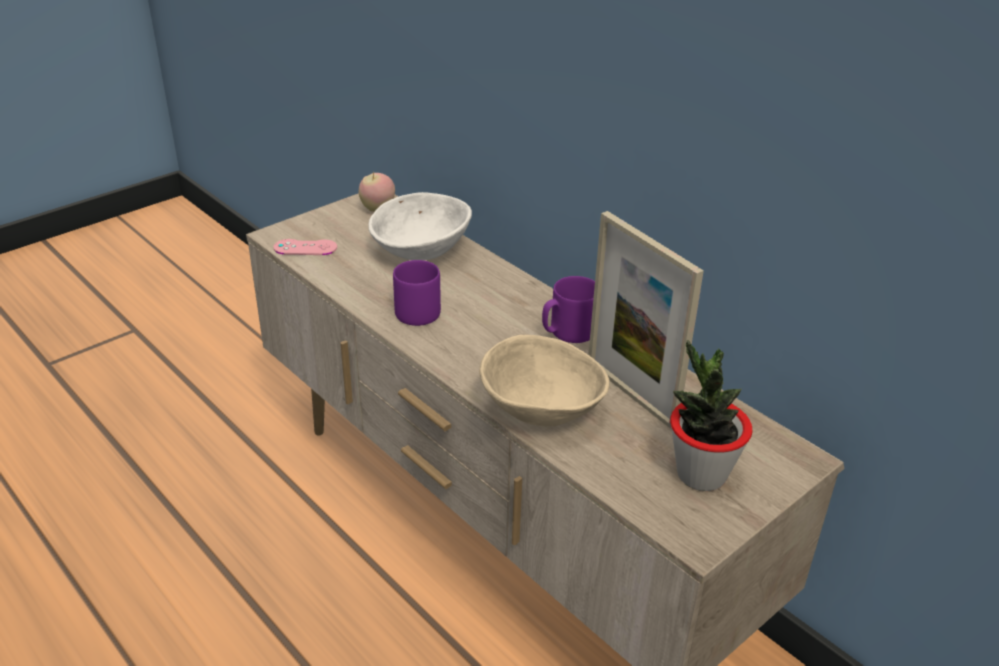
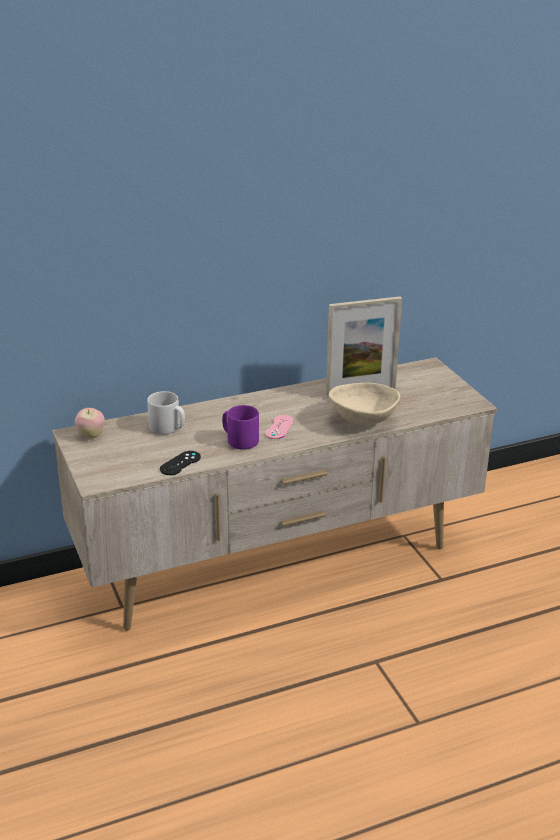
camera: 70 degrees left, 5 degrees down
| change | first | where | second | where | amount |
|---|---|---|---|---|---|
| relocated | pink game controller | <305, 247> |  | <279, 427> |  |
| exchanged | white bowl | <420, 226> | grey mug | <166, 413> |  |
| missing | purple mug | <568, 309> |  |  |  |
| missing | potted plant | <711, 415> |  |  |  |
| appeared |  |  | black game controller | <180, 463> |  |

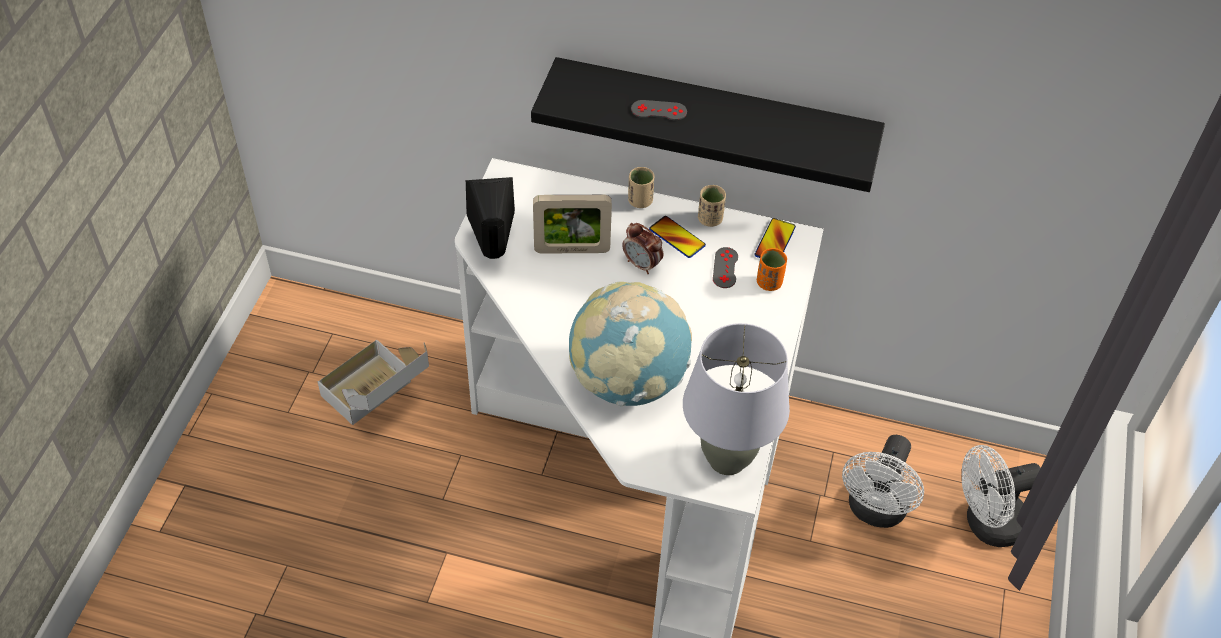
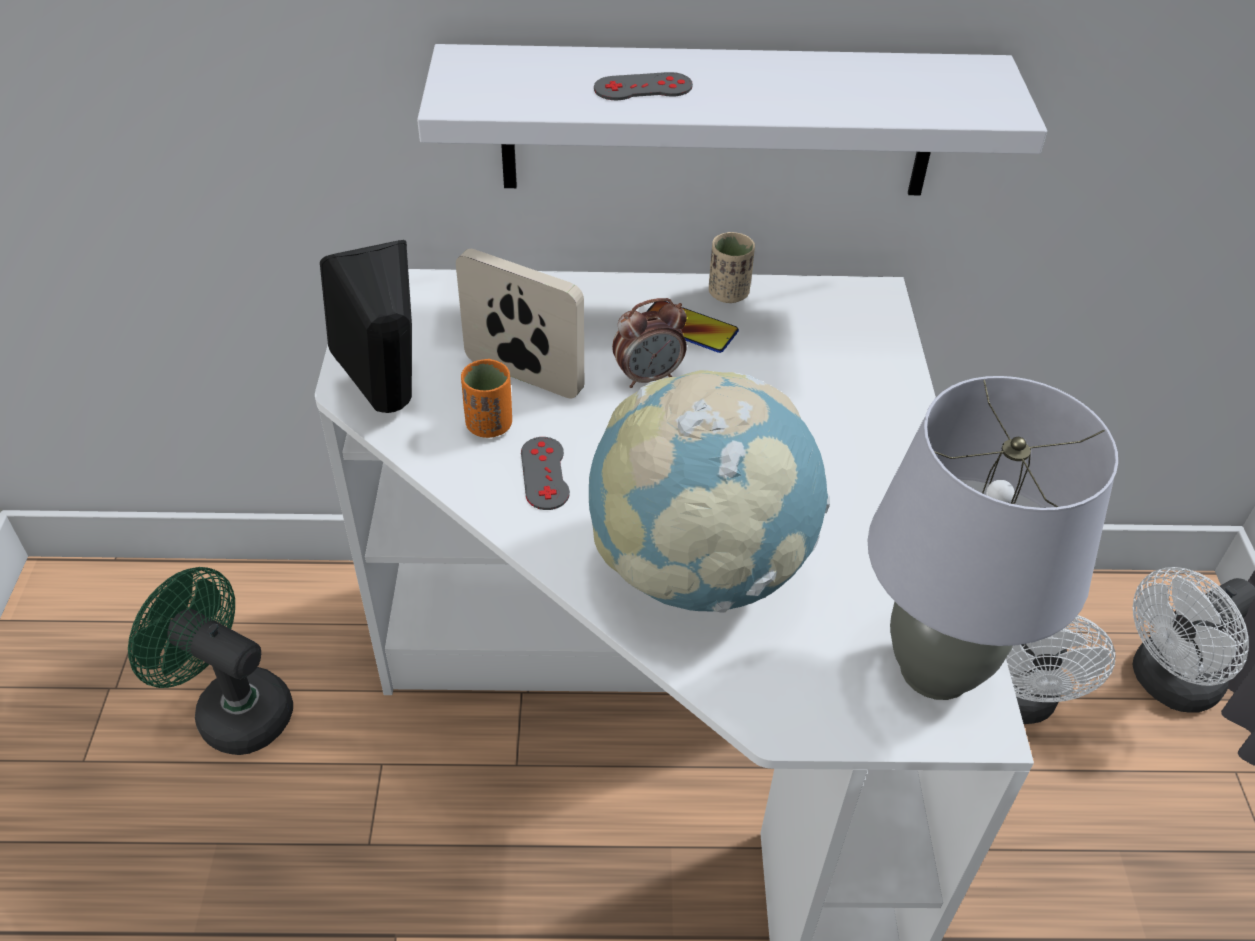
camera: 15 degrees left, 5 degrees down
| change | first | where | second | where | amount |
|---|---|---|---|---|---|
| exchanged | cardboard box | <373, 382> | green fan | <210, 661> |  |
| colour | black shelf | <708, 124> | white shelf | <732, 119> |  |
| spun | picture frame | <572, 224> |  | <520, 323> | 135 degrees counterclockwise |
| spun | alarm clock | <642, 248> |  | <649, 343> | 45 degrees counterclockwise |
| missing | beige cup | <641, 187> |  |  |  |
| relocated | grey game controller | <725, 267> |  | <545, 473> |  |
| missing | phone | <775, 238> |  |  |  |
| relocated | orange cup | <772, 269> |  | <486, 398> |  |

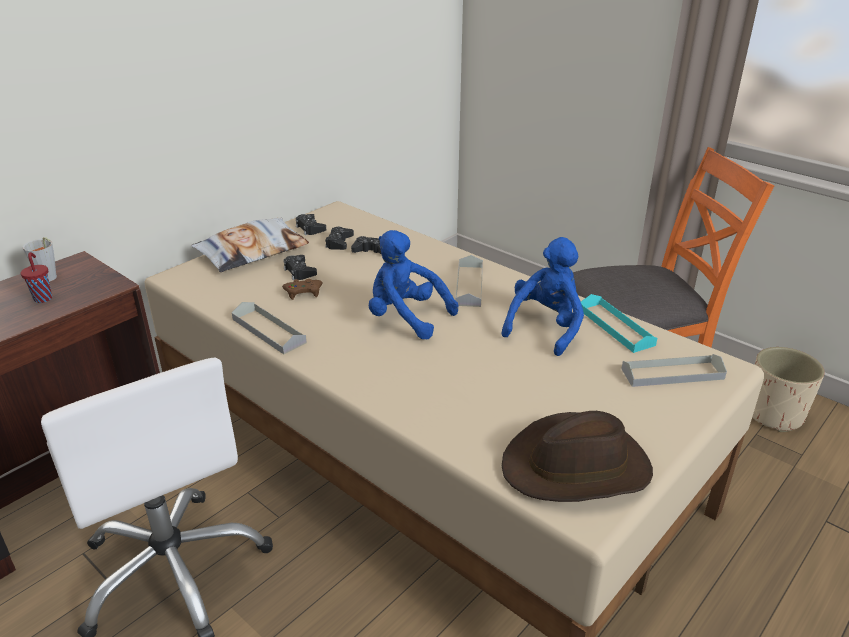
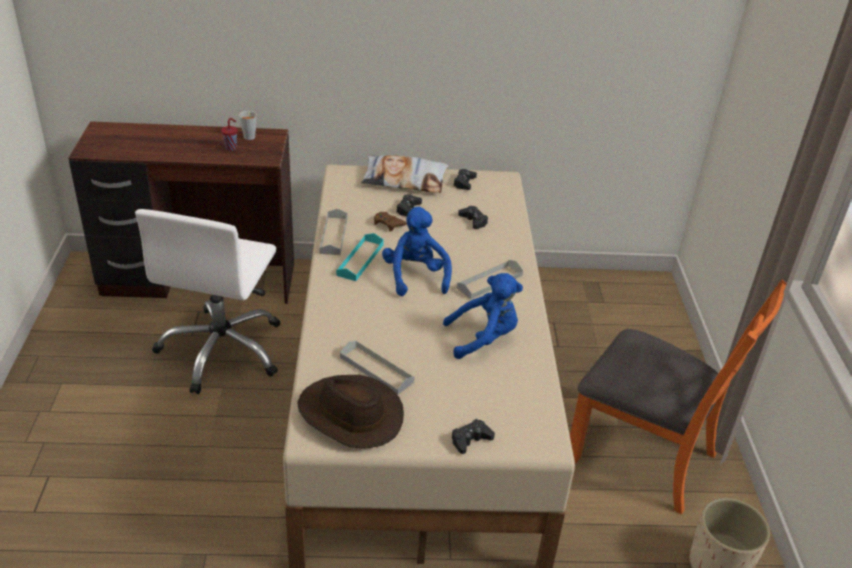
camera: 45 degrees right, 5 degrees up
| change | first | where | second | where | amount |
|---|---|---|---|---|---|
| relocated | black game controller | <339, 238> |  | <473, 436> |  |
| relocated | turquoise tray | <619, 323> |  | <360, 257> |  |
| relocated | grey tray | <674, 370> |  | <377, 367> |  |

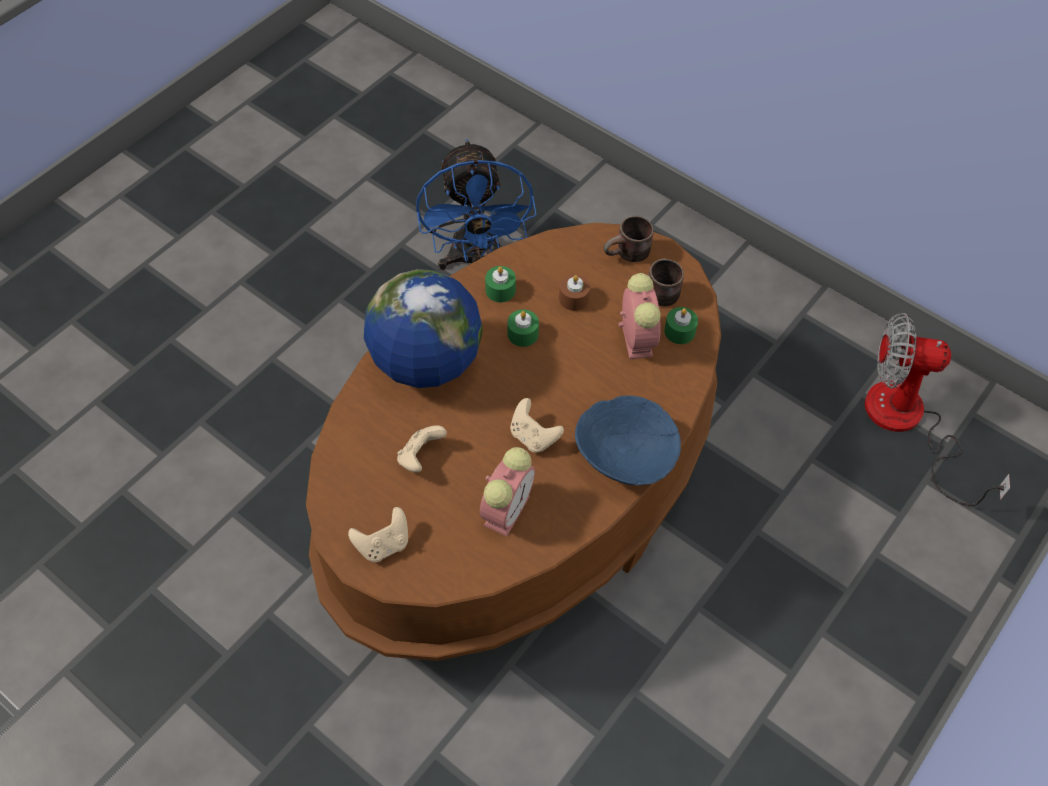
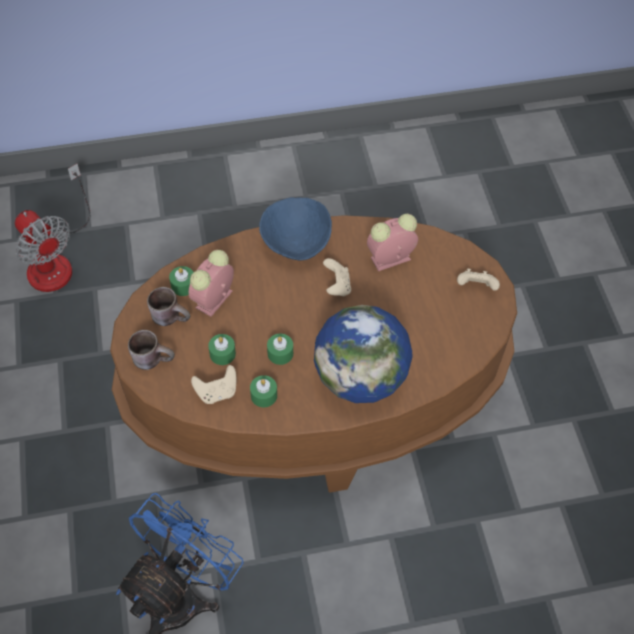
camera: 140 degrees left, 0 degrees up
| change | first | where | second | where | amount |
|---|---|---|---|---|---|
| relocated | beige game controller | <422, 448> |  | <213, 384> |  |
| colour | brown candle | <574, 292> | green candle | <222, 349> |  |

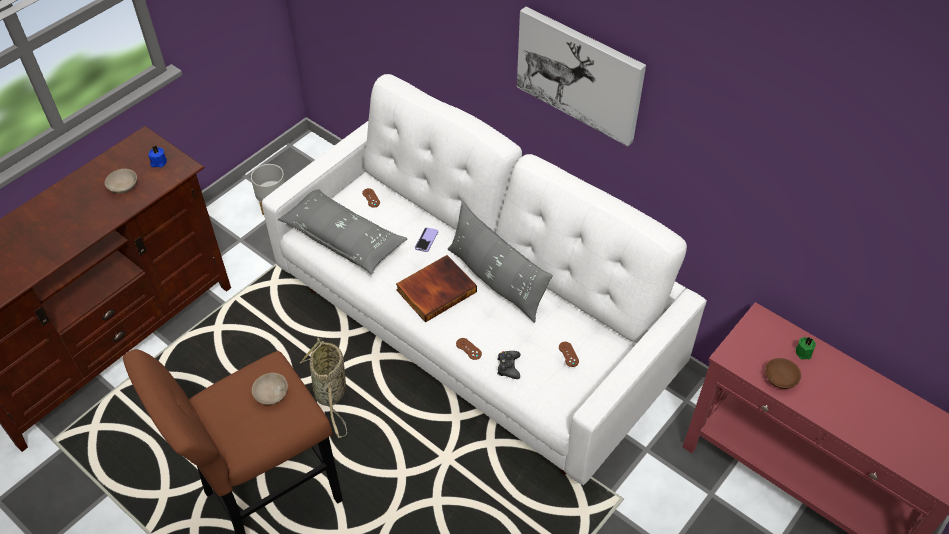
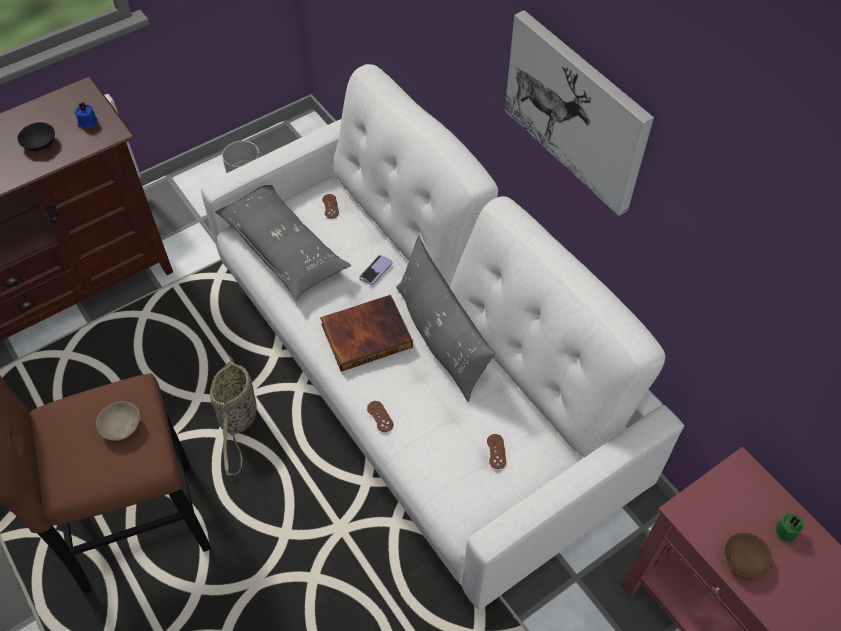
camera: 15 degrees right, 5 degrees up
| change | first | where | second | where | amount |
|---|---|---|---|---|---|
| colour | beige bowl | <121, 181> | black bowl | <36, 136> |  |
| missing | black game controller | <508, 365> |  |  |  |

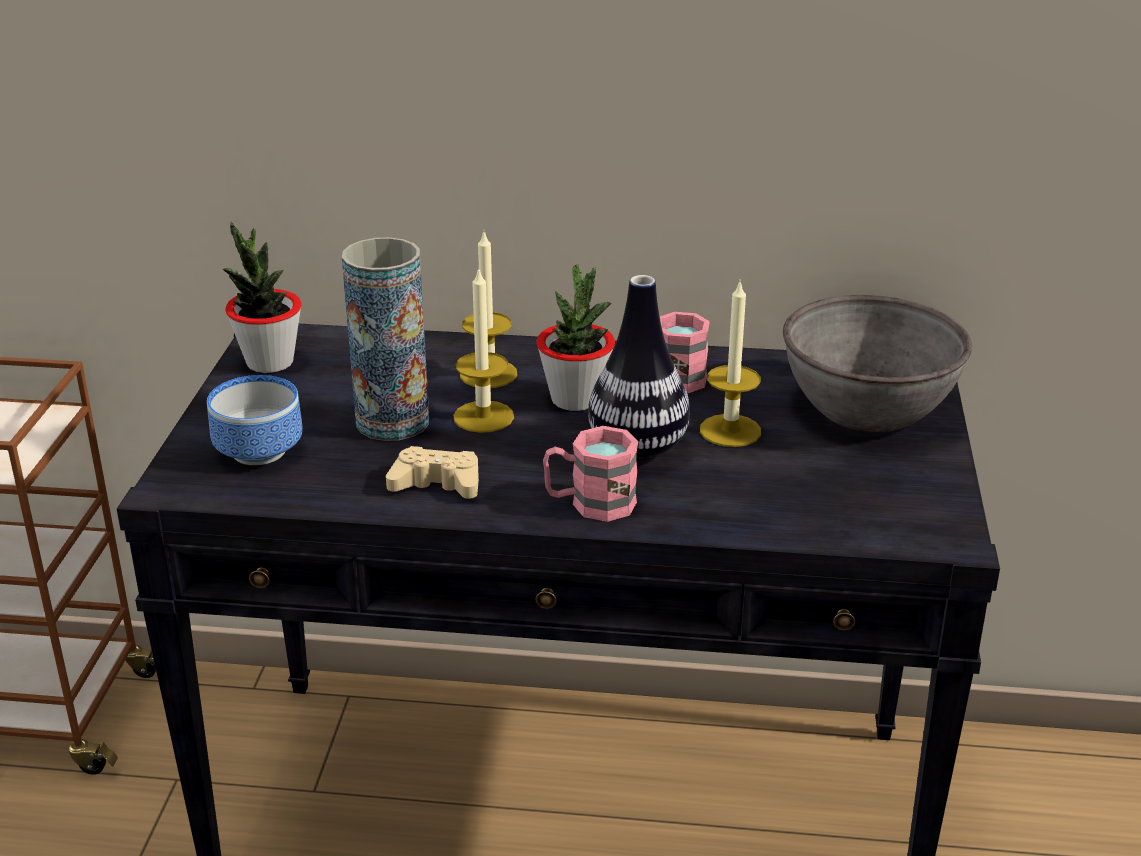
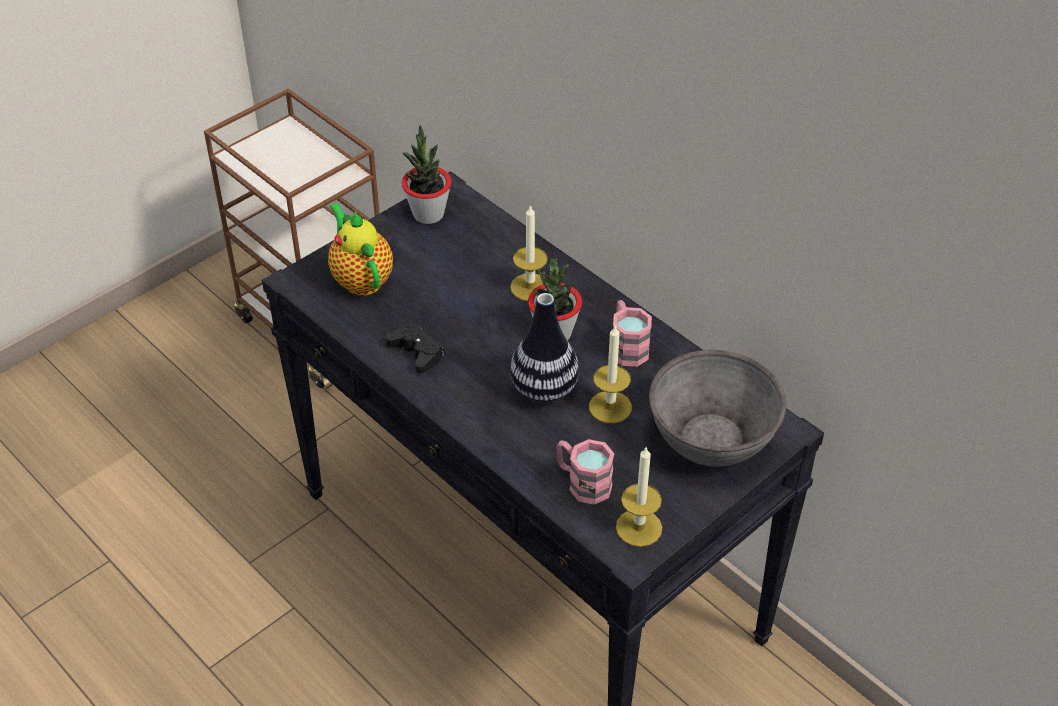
camera: 40 degrees right, 15 degrees up
| change | first | where | second | where | amount |
|---|---|---|---|---|---|
| exchanged | bowl | <255, 420> | teapot | <360, 249> |  |
| missing | vase | <385, 339> |  |  |  |
| colour | beige game controller | <432, 472> | black game controller | <415, 347> |  |
| relocated | candle | <484, 350> |  | <639, 496> |  |
| relocated | pink mug | <590, 474> |  | <585, 472> |  |

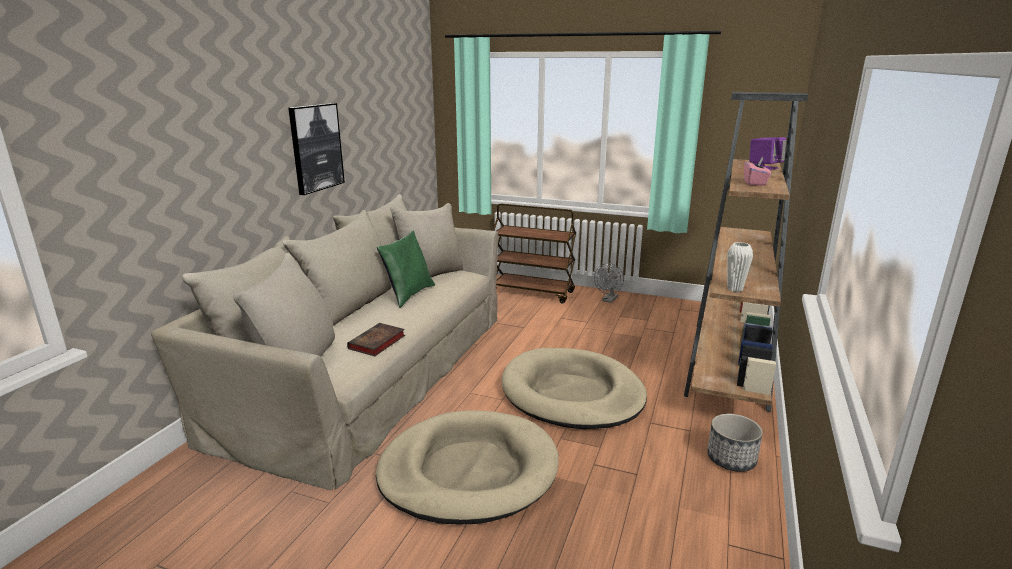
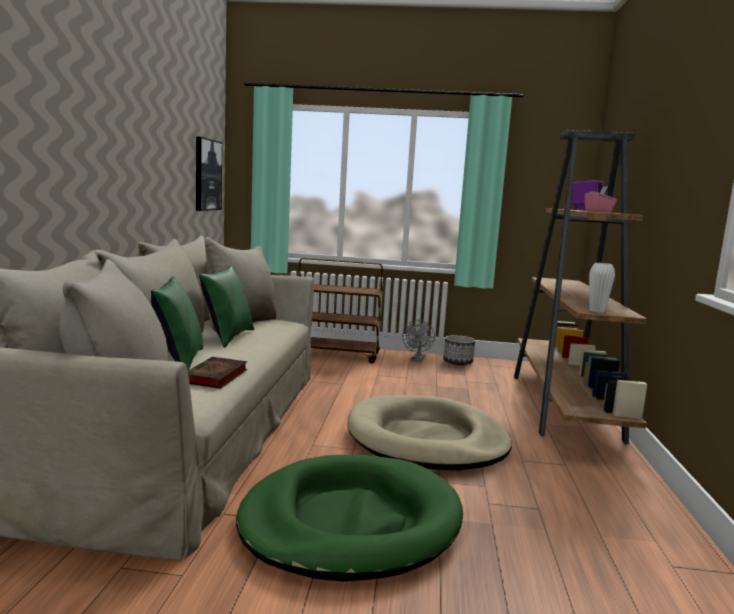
camera: 15 degrees left, 10 degrees down
| change | first | where | second | where | amount |
|---|---|---|---|---|---|
| relocated | picture | <316, 149> |  | <209, 174> |  |
| colour | beige dog bed | <467, 467> | green dog bed | <349, 518> |  |
| relocated | planter | <735, 443> |  | <459, 350> |  |
| appeared |  |  | green pillow | <177, 323> |  |

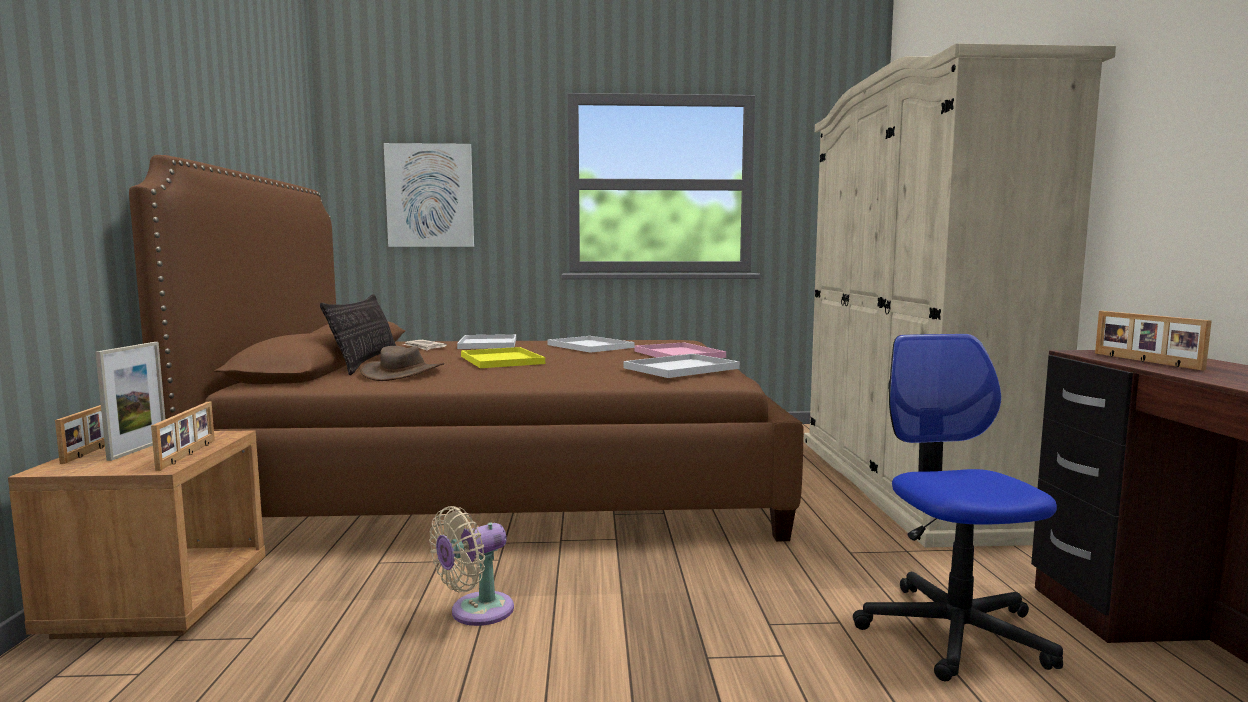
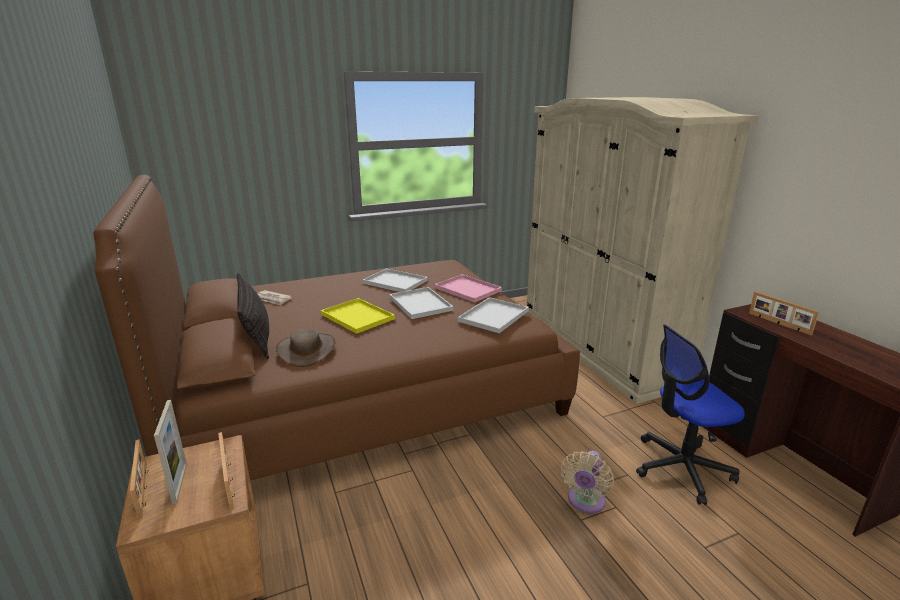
camera: 20 degrees left, 15 degrees up
| change | first | where | second | where | amount |
|---|---|---|---|---|---|
| missing | picture | <429, 195> |  |  |  |
| relocated | beige fan | <471, 566> |  | <587, 482> |  |
| relocated | white tray | <486, 341> |  | <421, 303> |  |
| spun | office chair | <958, 508> |  | <690, 414> | 75 degrees counterclockwise |

